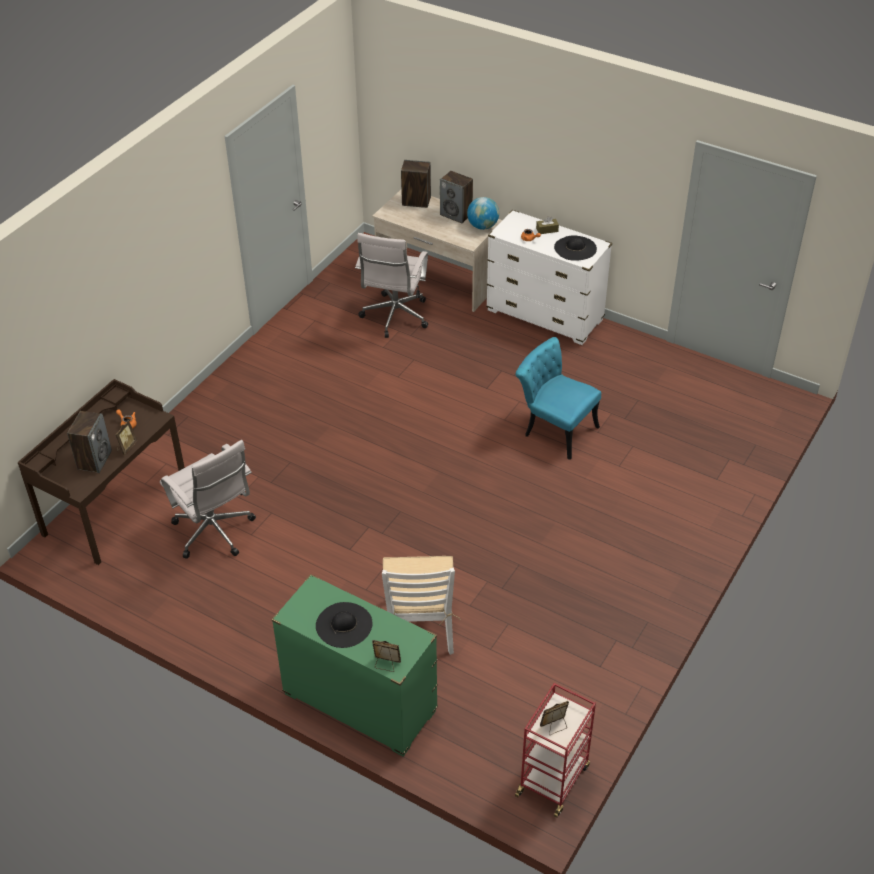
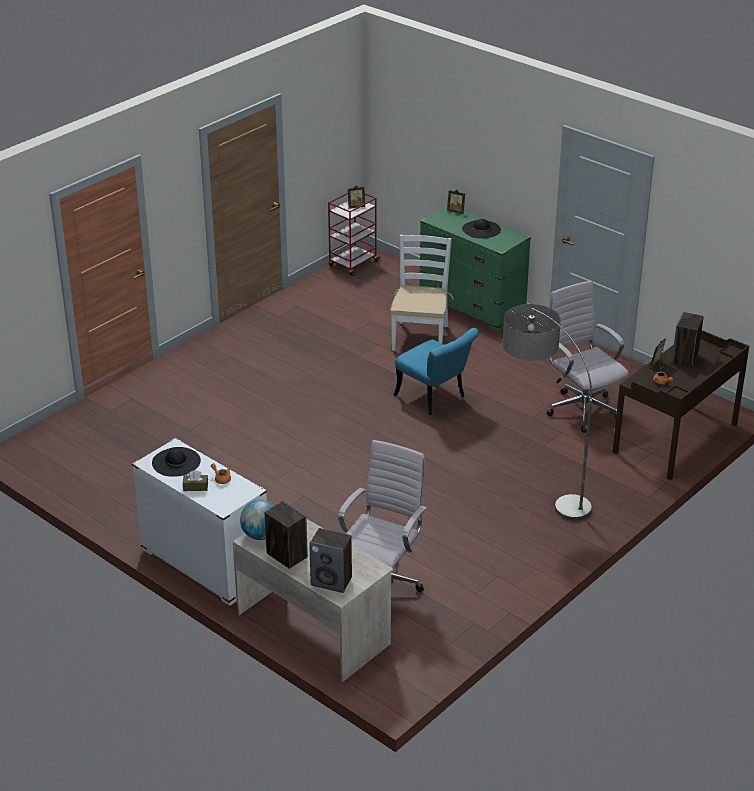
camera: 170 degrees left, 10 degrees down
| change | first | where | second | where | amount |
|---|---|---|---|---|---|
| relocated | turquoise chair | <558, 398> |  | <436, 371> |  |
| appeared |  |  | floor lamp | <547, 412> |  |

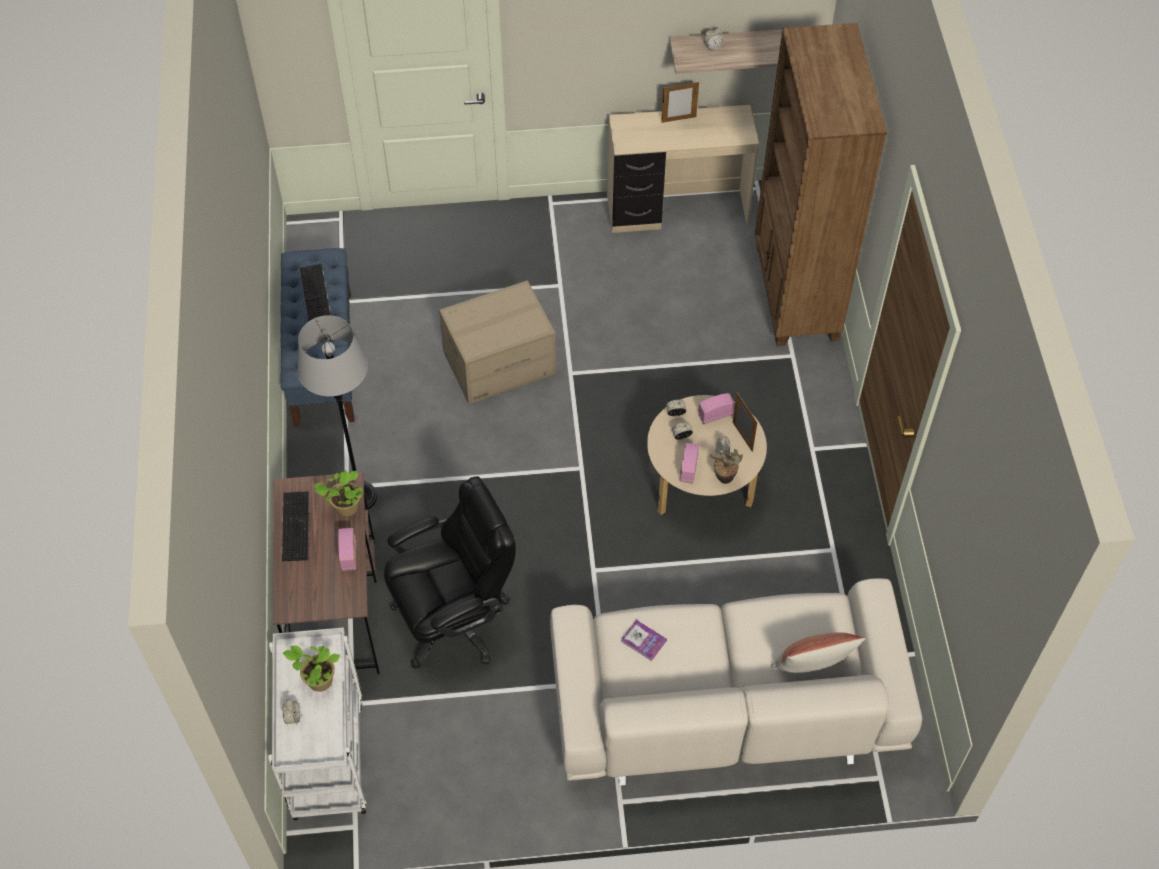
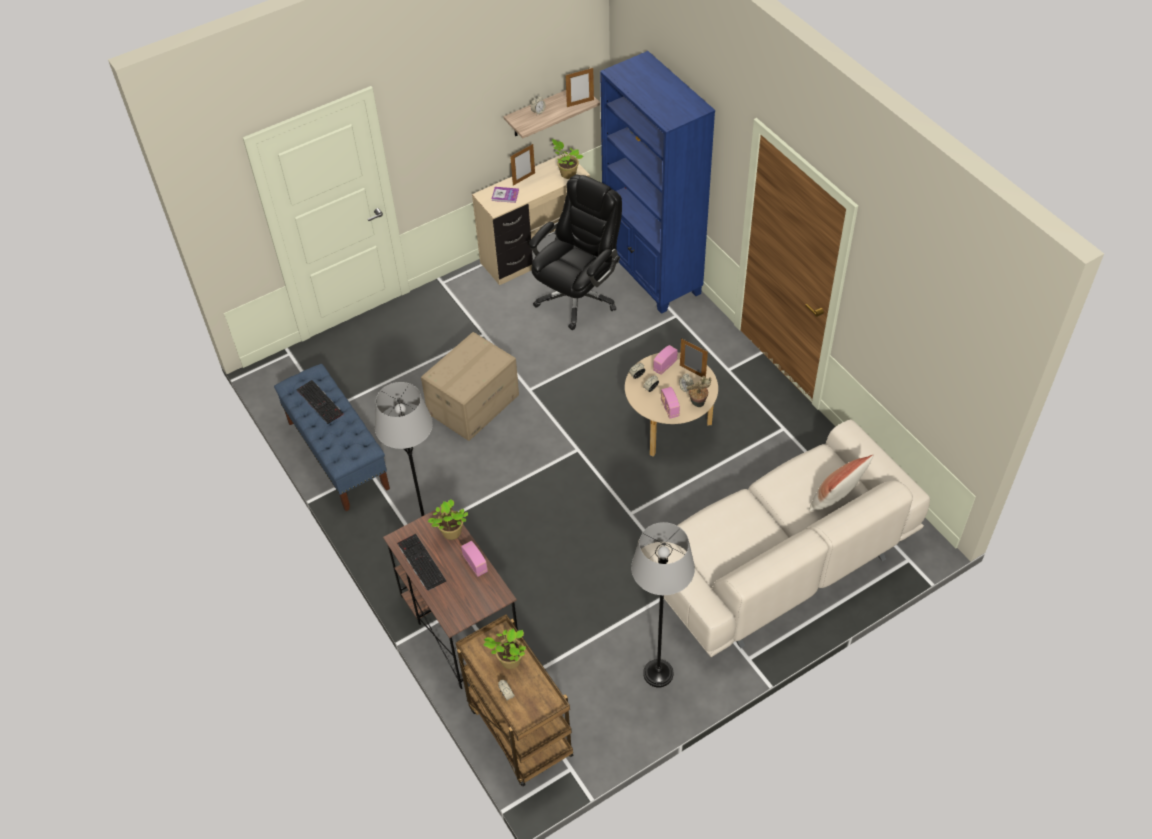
camera: 25 degrees left, 5 degrees down
| change | first | where | second | where | amount |
|---|---|---|---|---|---|
| colour | white cart | <318, 723> | brown cart | <514, 700> |  |
| relocated | black office chair | <450, 572> |  | <575, 252> |  |
| relocated | book | <644, 640> |  | <505, 195> |  |
| colour | brown bookcase | <821, 184> | blue bookcase | <657, 182> |  |
| appeared |  |  | potted plant | <568, 159> |  |
| appeared |  |  | picture frame | <579, 87> |  |
| appeared |  |  | grey floor lamp | <663, 605> |  |

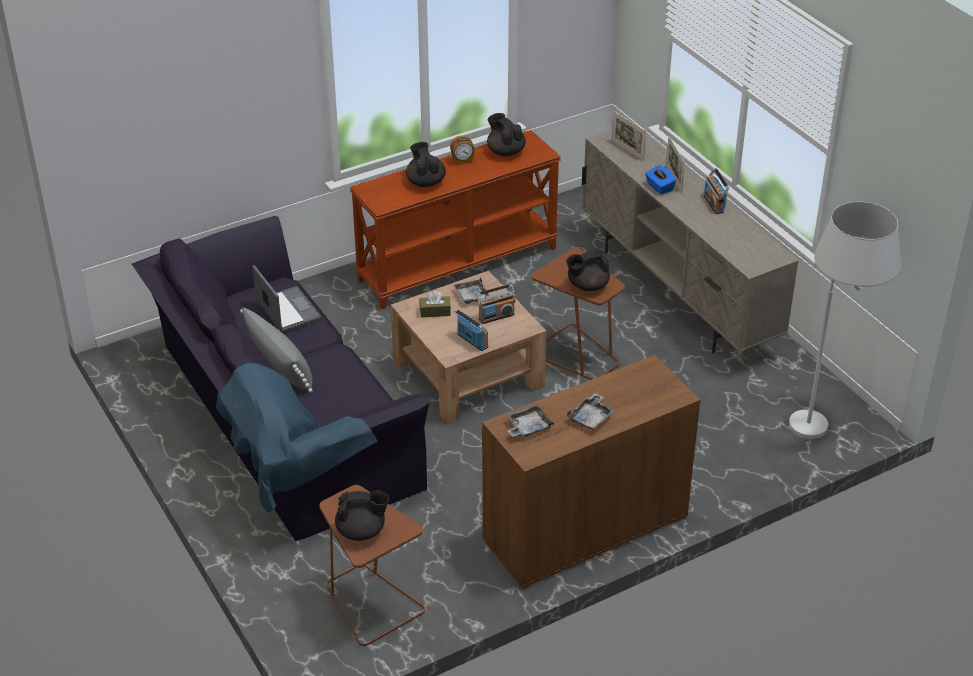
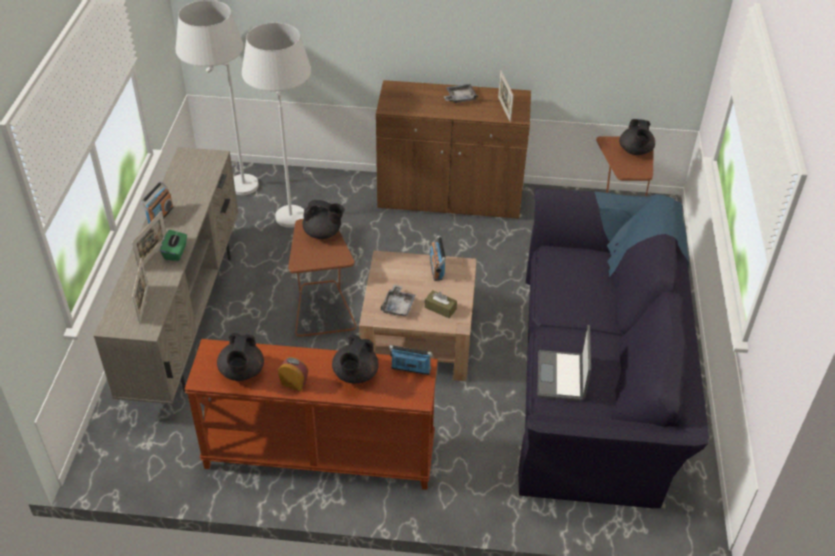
camera: 145 degrees left, 5 degrees up
| change | first | where | second | where | amount |
|---|---|---|---|---|---|
| missing | grey pillow | <276, 350> |  |  |  |
| spun | black teapot | <362, 516> |  | <637, 137> | 120 degrees counterclockwise |
| relocated | radio | <495, 304> |  | <411, 360> |  |
| exchanged | grey tray | <530, 421> | picture frame | <506, 96> |  |
| colour | blue tissue box | <660, 179> | green tissue box | <173, 245> |  |
| appeared |  |  | white floor lamp | <276, 125> |  |

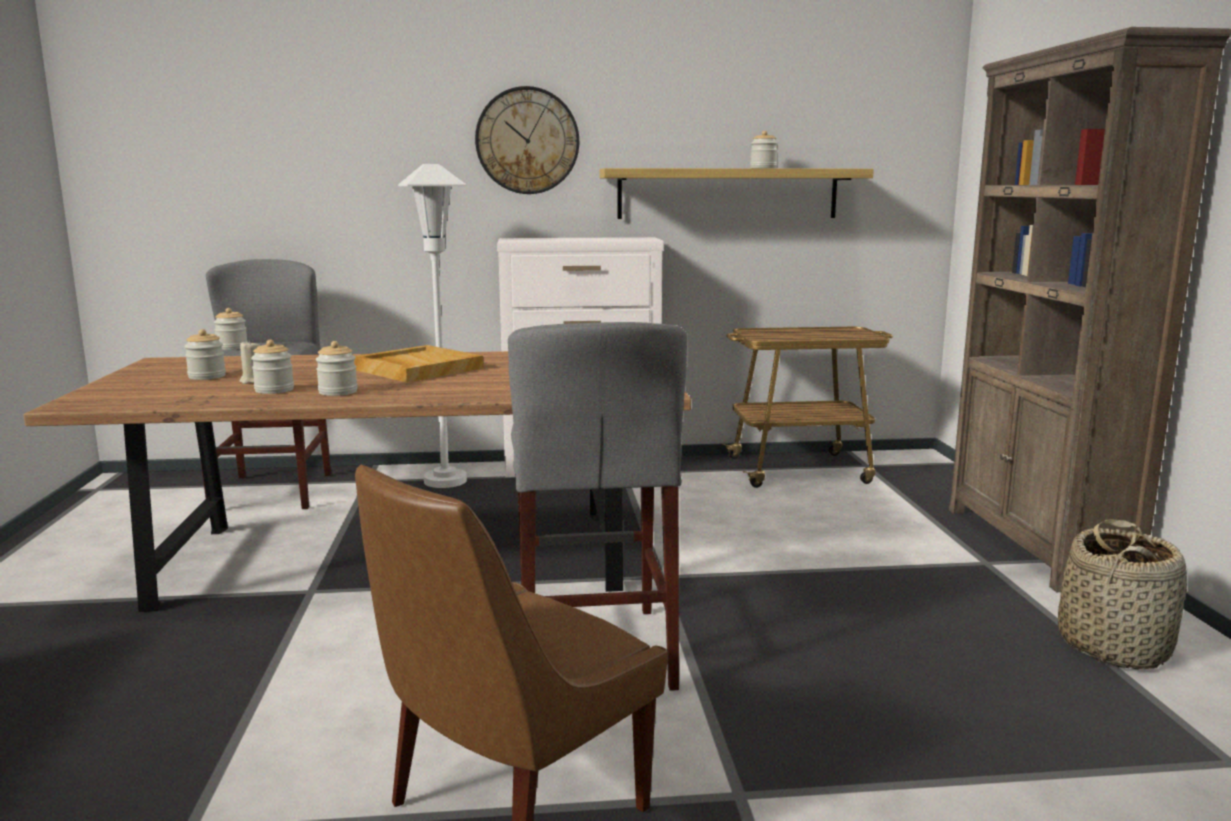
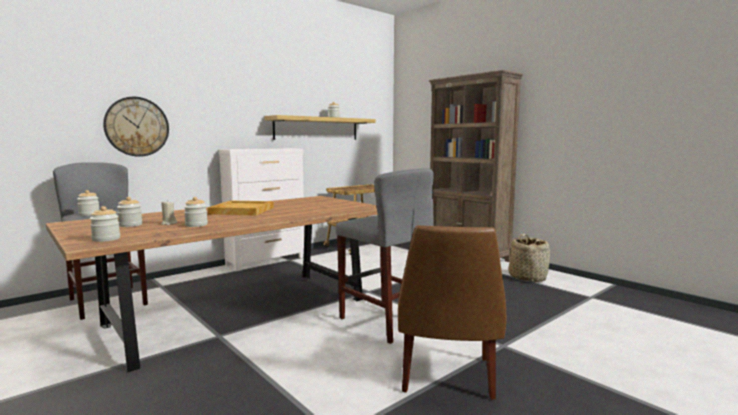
camera: 35 degrees left, 5 degrees down
| change | first | where | second | where | amount |
|---|---|---|---|---|---|
| relocated | jar | <337, 368> |  | <105, 224> |  |
| missing | white floor lamp | <432, 326> |  |  |  |
| relocated | wall clock | <527, 140> |  | <136, 127> |  |

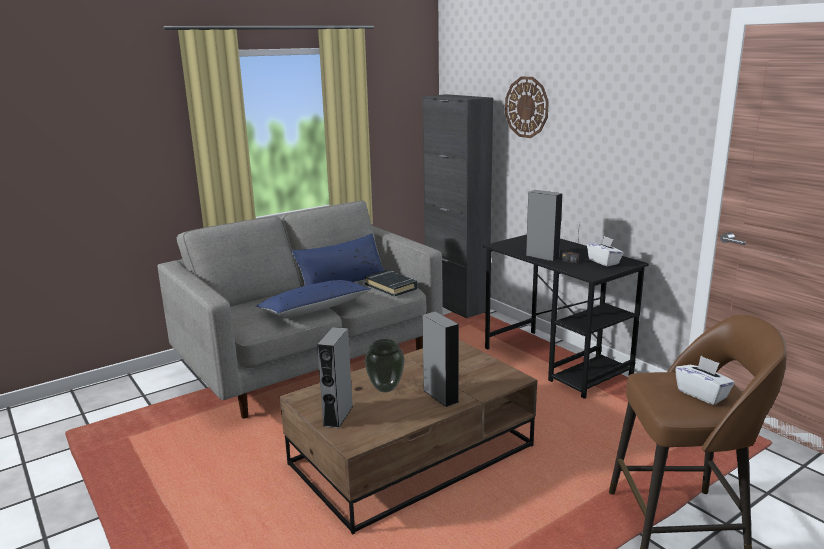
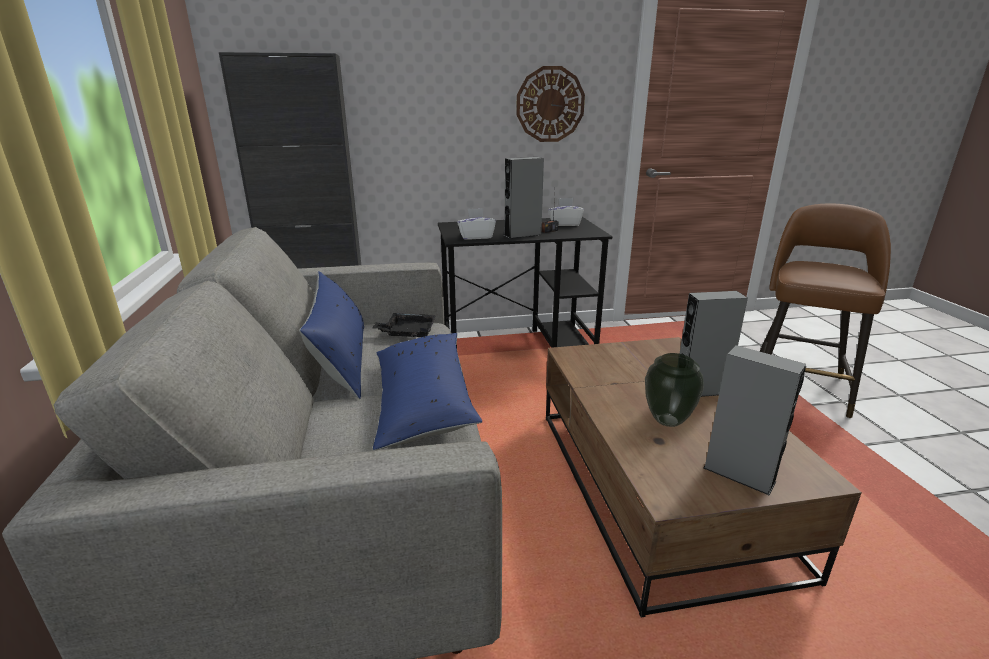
camera: 65 degrees left, 5 degrees up
| change | first | where | second | where | amount |
|---|---|---|---|---|---|
| exchanged | black book | <391, 283> | black tray | <404, 325> |  |
| relocated | wall clock | <527, 107> |  | <550, 104> |  |
| relocated | white tissue box | <705, 380> |  | <476, 224> |  |

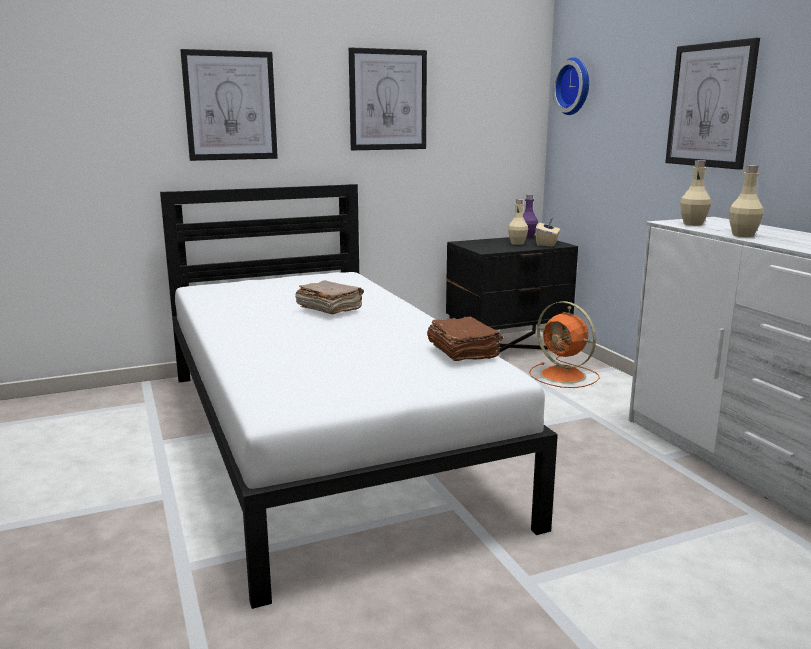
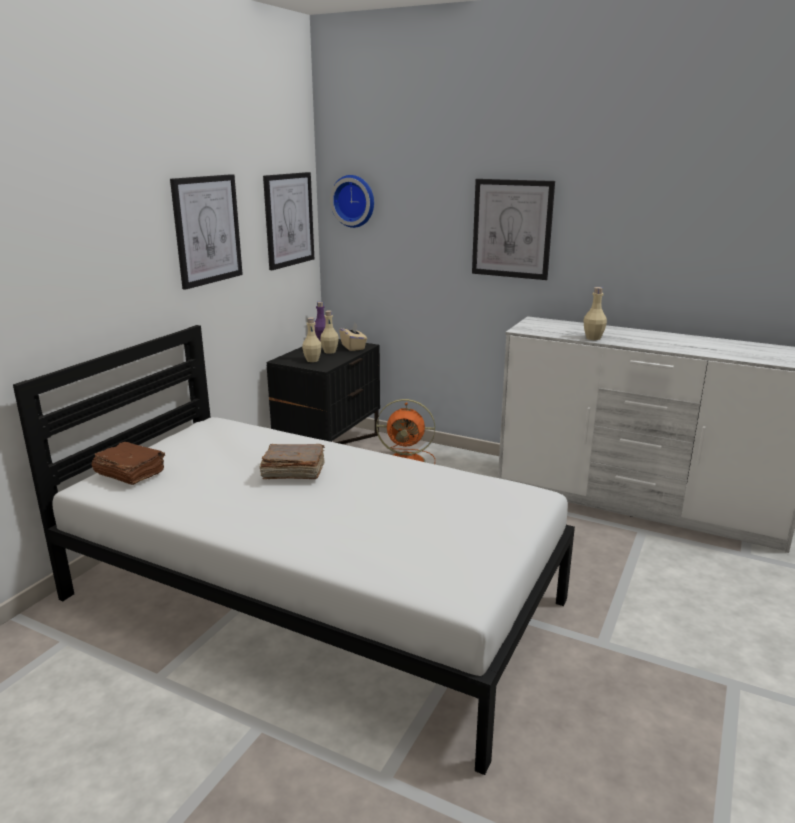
camera: 40 degrees left, 5 degrees up
| change | first | where | second | where | amount |
|---|---|---|---|---|---|
| relocated | picture | <229, 105> |  | <288, 221> |  |
| relocated | brown book | <465, 339> |  | <128, 463> |  |
| relocated | beige bottle | <695, 193> |  | <312, 340> |  |

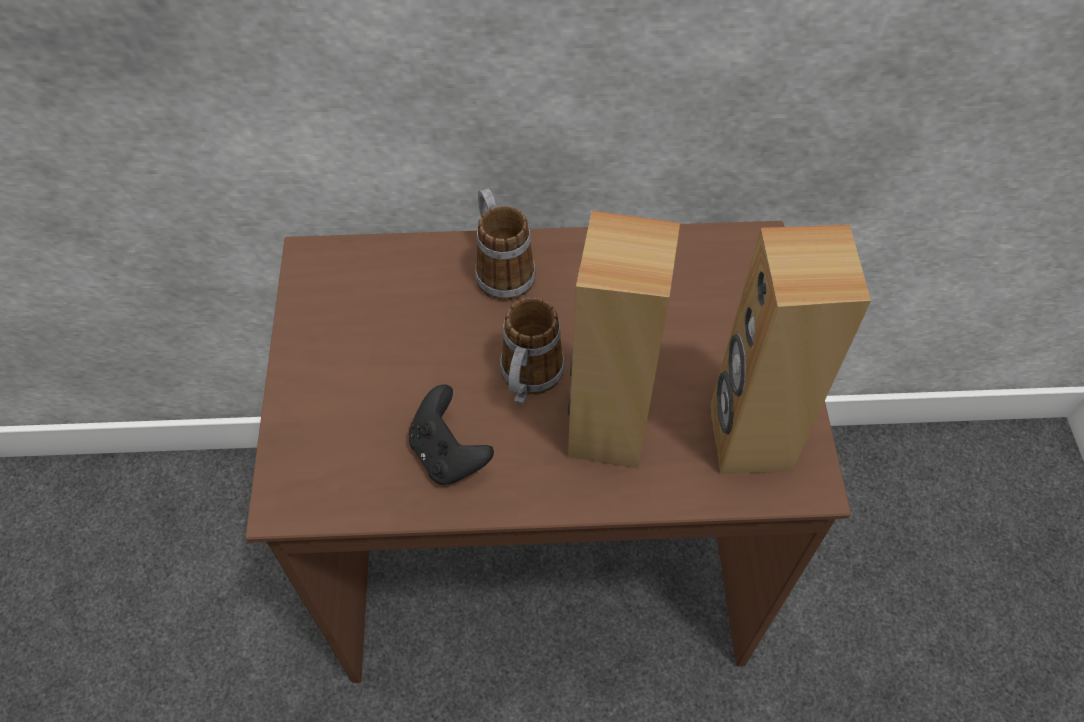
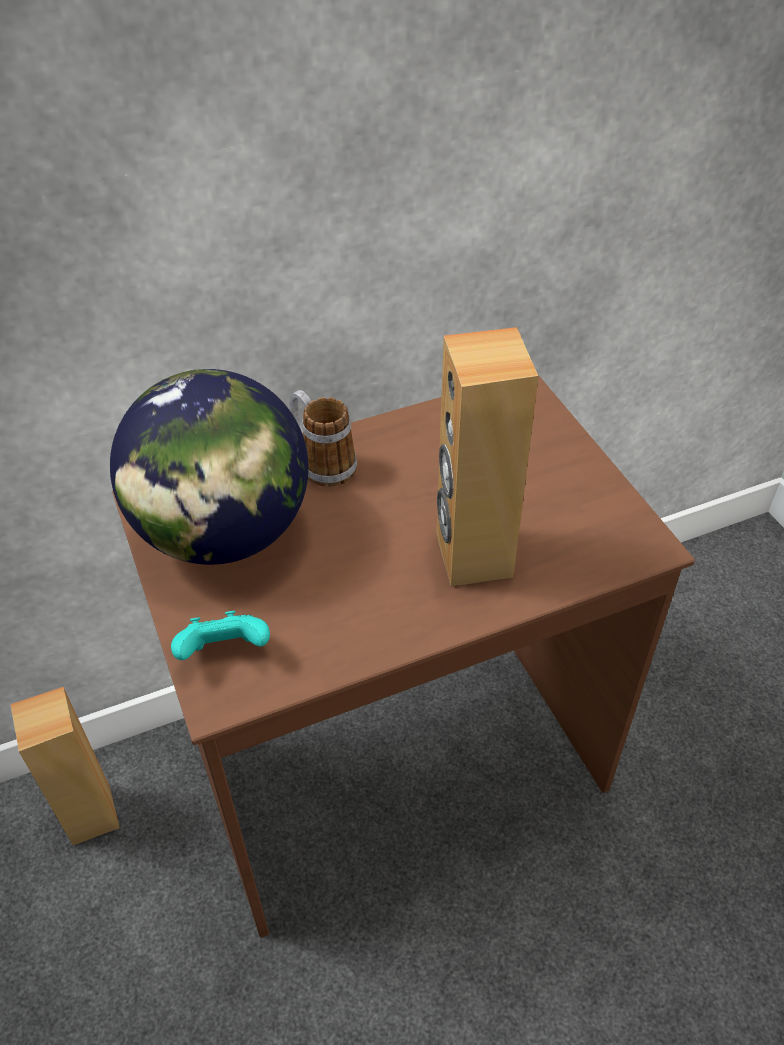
camera: 20 degrees left, 10 degrees down
| change | first | where | second | where | amount |
|---|---|---|---|---|---|
| missing | black game controller | <451, 435> |  |  |  |
| missing | mug | <532, 350> |  |  |  |
| relocated | brown speaker | <790, 349> |  | <65, 766> |  |
| appeared |  |  | globe | <209, 467> |  |
| appeared |  |  | turquoise game controller | <220, 635> |  |

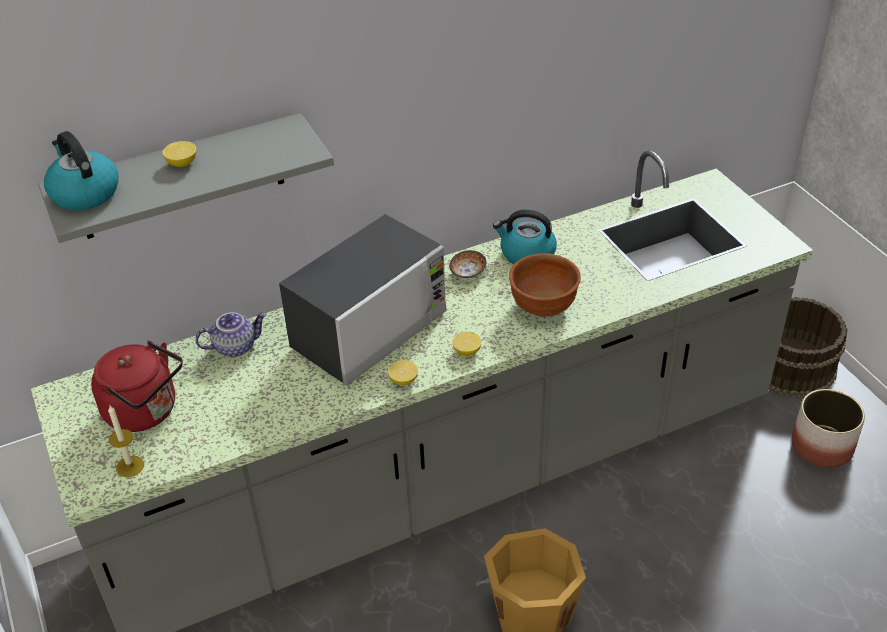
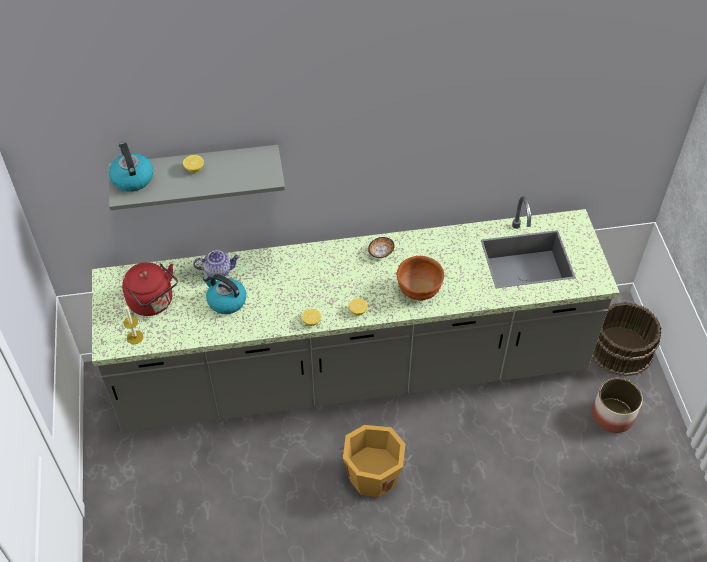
camera: 15 degrees right, 10 degrees up
| change | first | where | second | where | amount |
|---|---|---|---|---|---|
| missing | microwave | <363, 299> |  |  |  |
| relocated | kettle | <525, 237> |  | <224, 294> |  |

